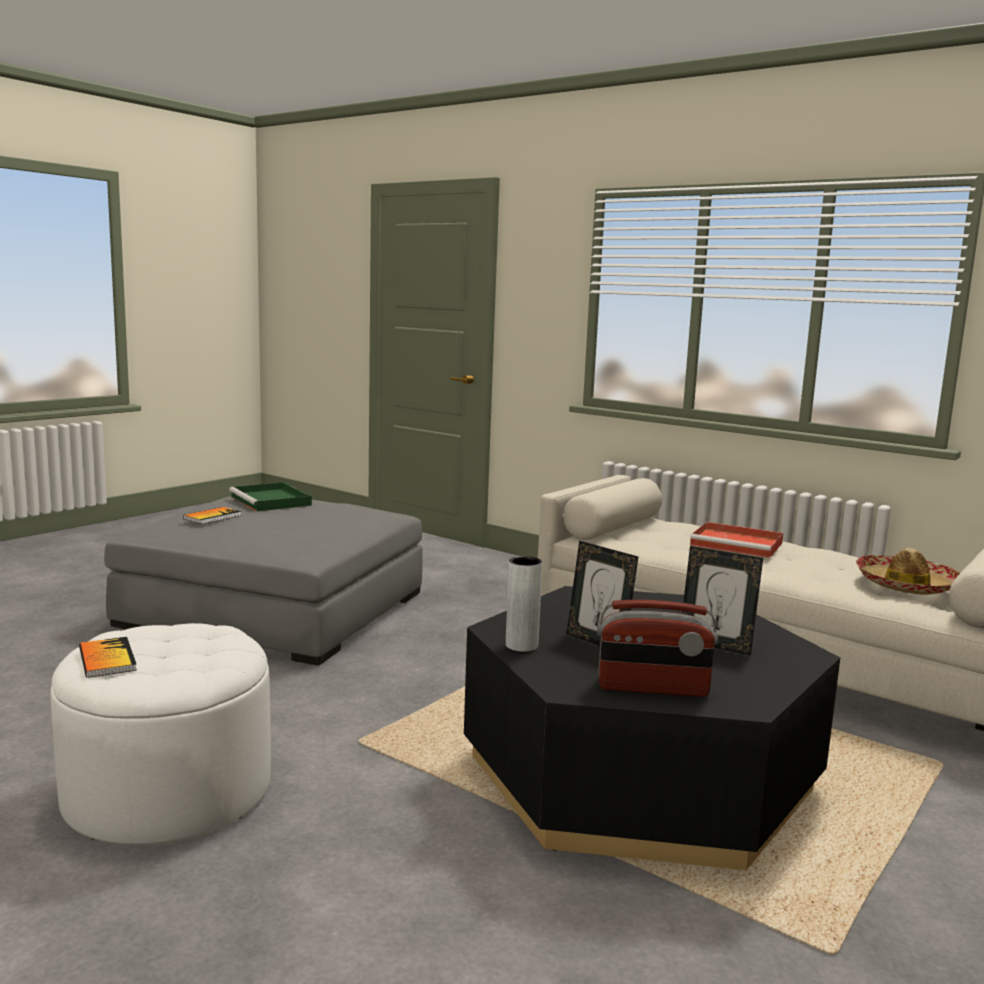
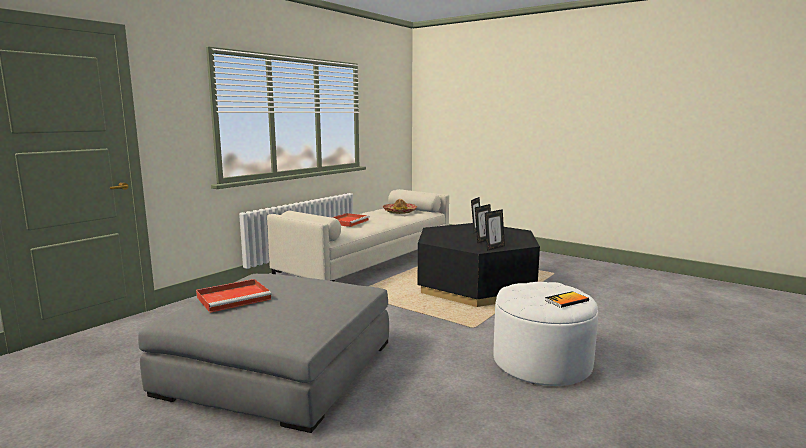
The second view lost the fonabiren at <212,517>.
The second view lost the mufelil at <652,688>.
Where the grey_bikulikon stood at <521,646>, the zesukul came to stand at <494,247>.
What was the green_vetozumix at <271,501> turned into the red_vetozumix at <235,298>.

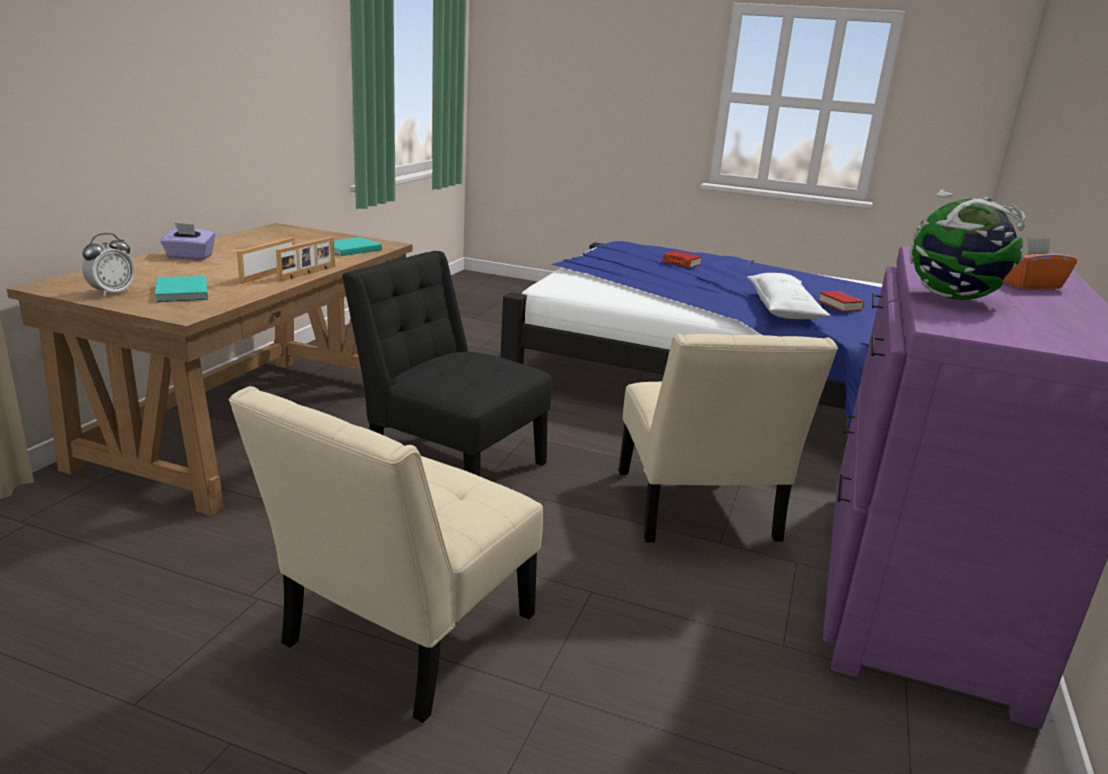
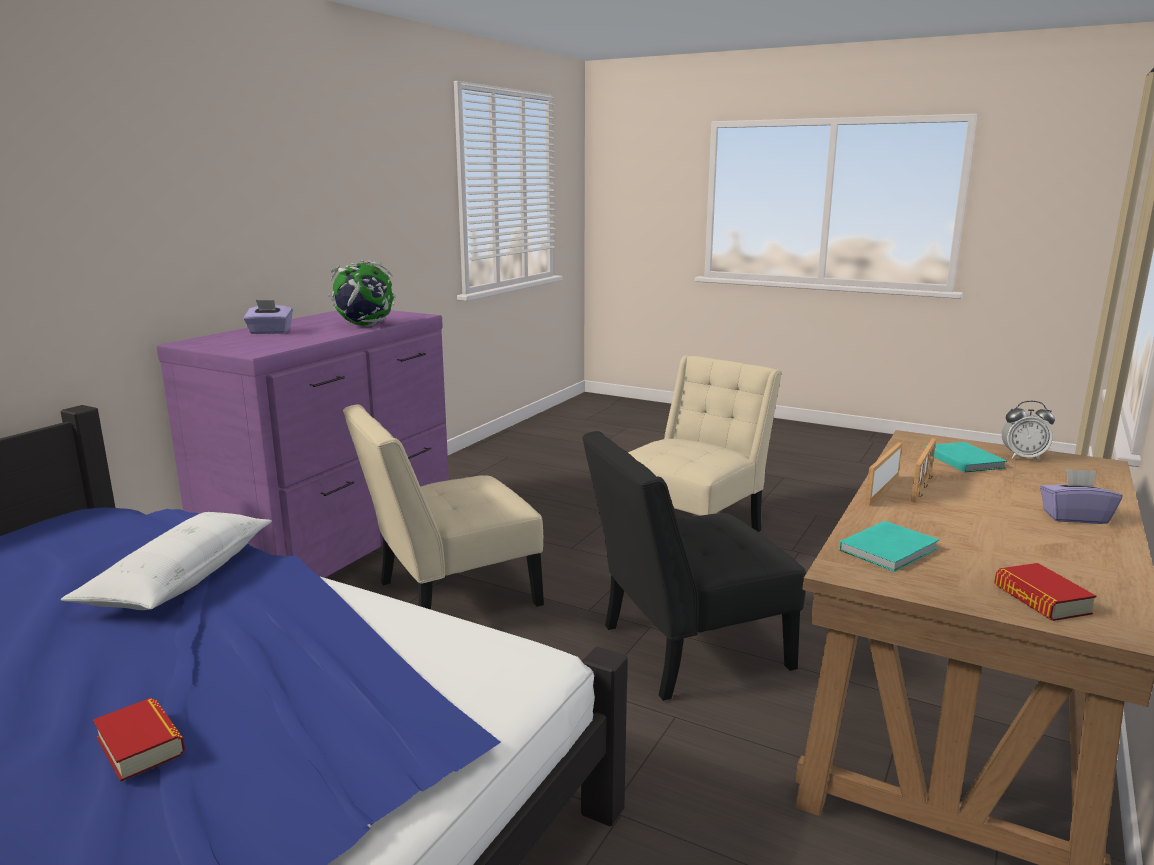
The fonabiren ended up elsewhere, having gone from <840,306> to <1041,599>.
What was the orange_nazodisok at <1029,285> turned into the purple_nazodisok at <270,332>.
The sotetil at <112,293> ended up facing another way, 120 degrees counterclockwise from before.
The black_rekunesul at <450,464> ended up facing another way, 120 degrees clockwise from before.
The beige_rekunesul at <697,511> ended up facing another way, 120 degrees counterclockwise from before.

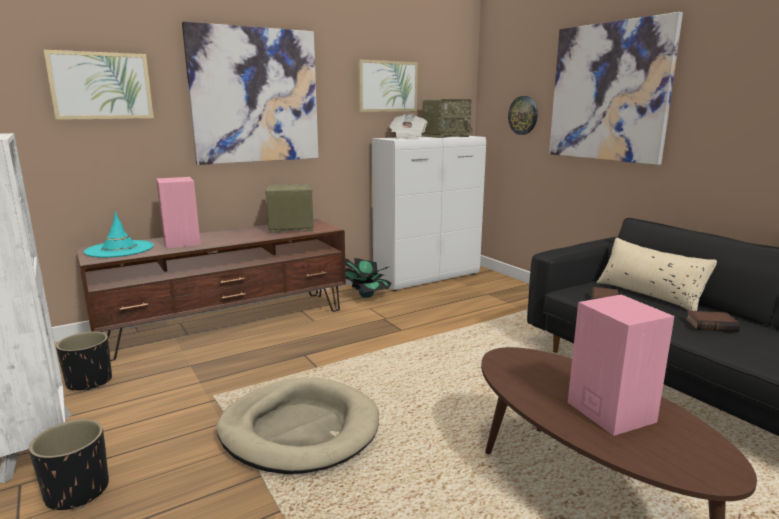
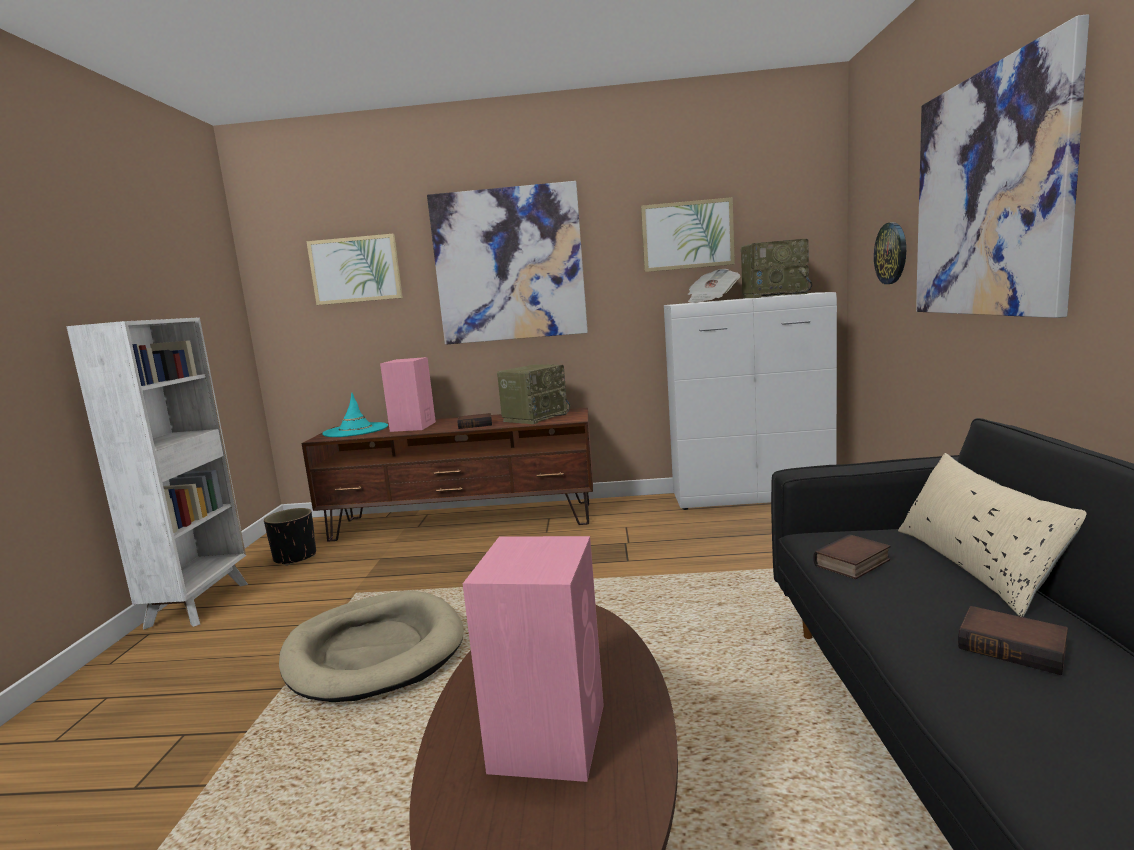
The second view lost the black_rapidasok at <77,491>.
The second view lost the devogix at <366,295>.
The second view gained the fonabiren at <475,424>.
The mufelil at <290,228> ended up facing another way, 105 degrees clockwise from before.

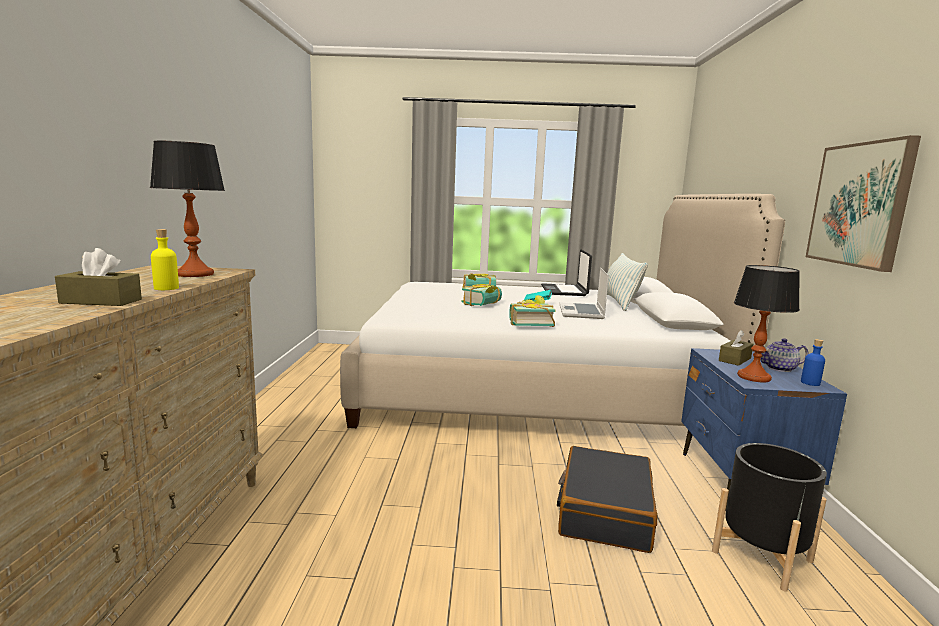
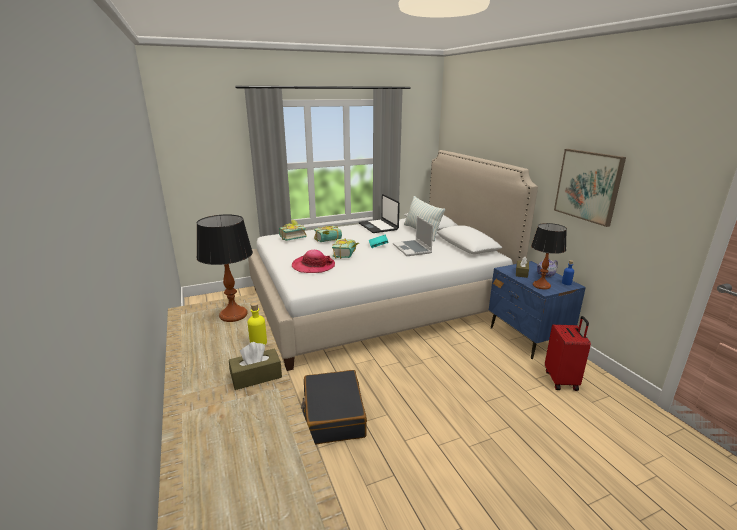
The second view gained the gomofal at <313,266>.
The fonabiren ended up elsewhere, having gone from <529,323> to <292,237>.
The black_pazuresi ended up elsewhere, having gone from <604,511> to <333,415>.
Where the black_rapidasok stood at <762,556>, the red_pazuresi came to stand at <562,380>.

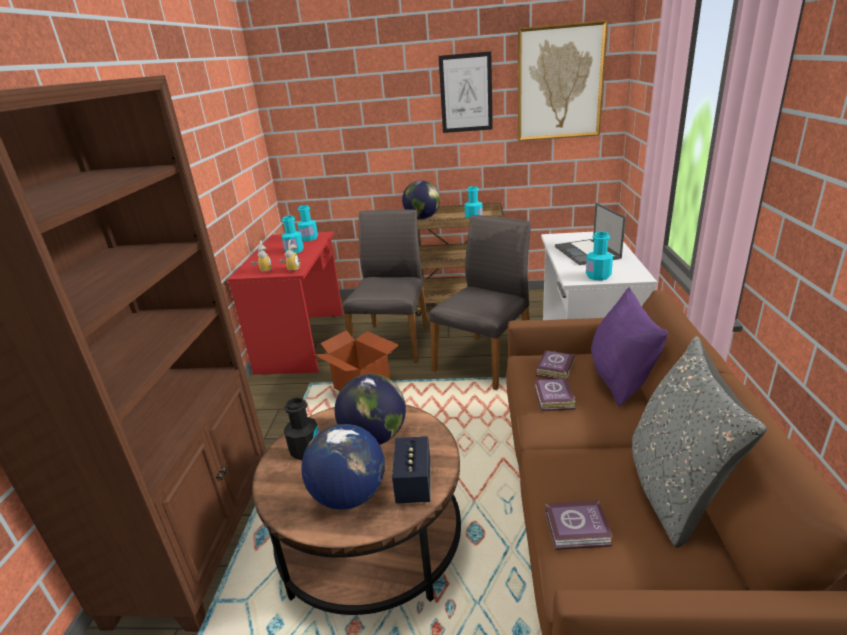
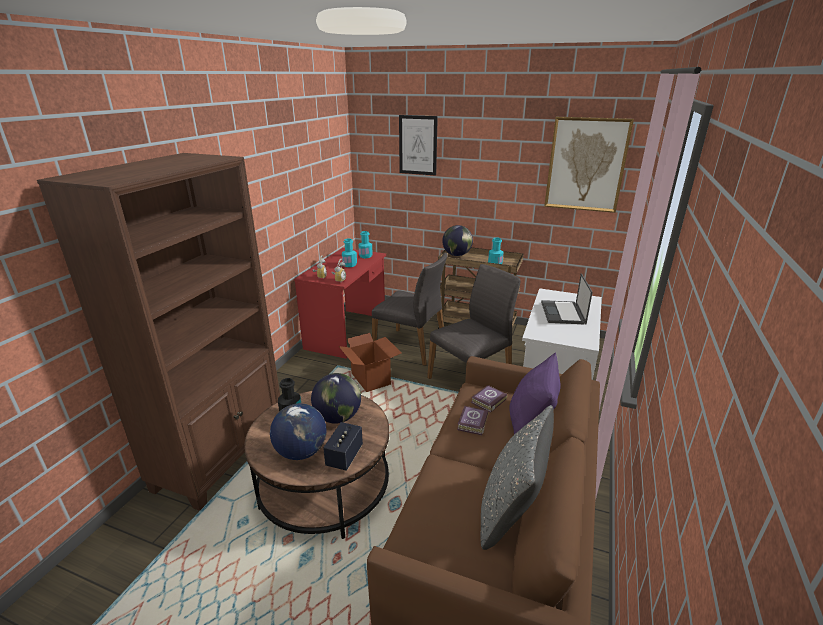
The second view lost the fonabiren at <579,530>.
The second view lost the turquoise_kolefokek at <598,276>.
The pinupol ended up elsewhere, having gone from <466,93> to <418,145>.
The grey_rekunesul at <393,341> ended up facing another way, 90 degrees clockwise from before.

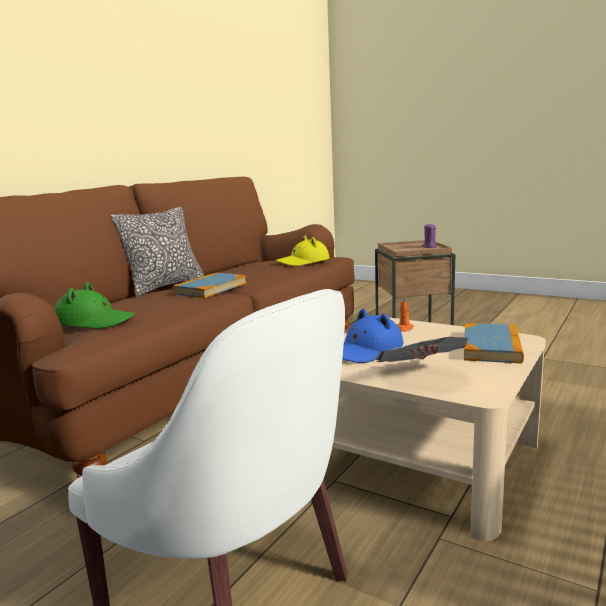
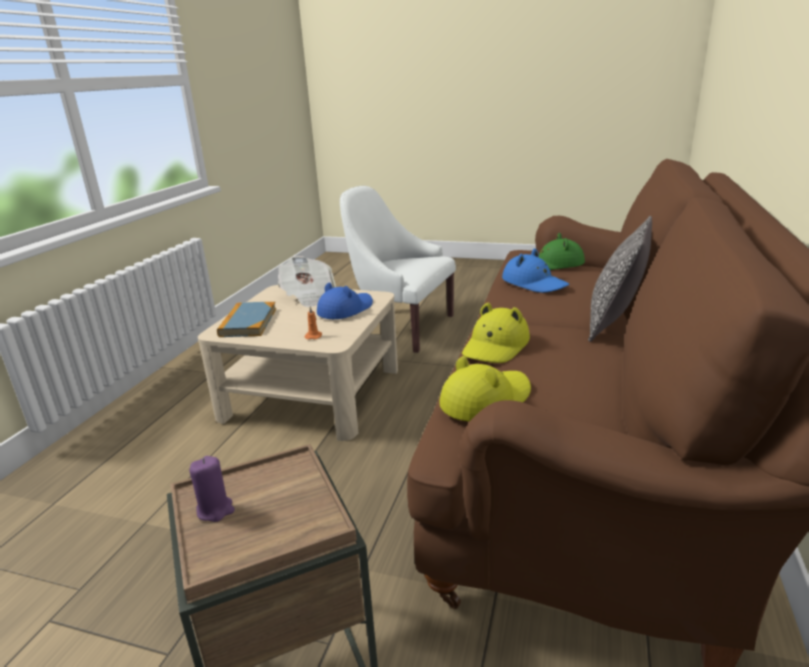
The second view lost the fonabiren at <210,288>.
The second view gained the yellow_gomofal at <496,346>.
The second view gained the blue_gomofal at <534,283>.

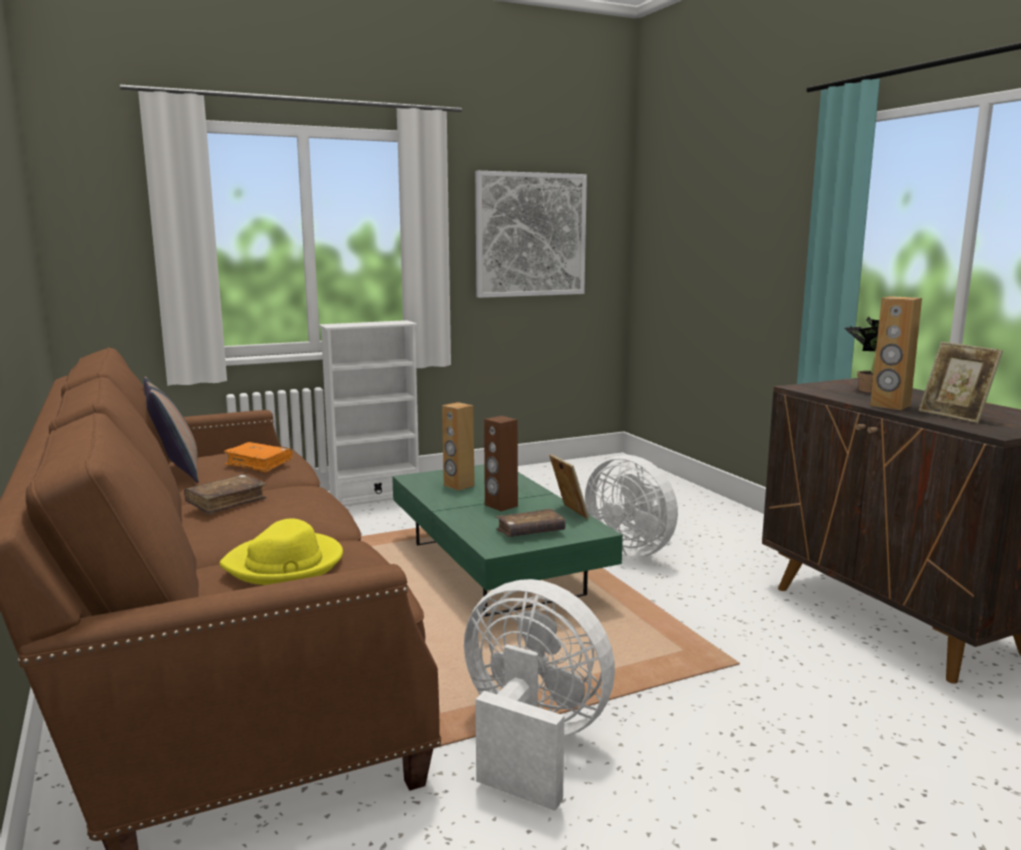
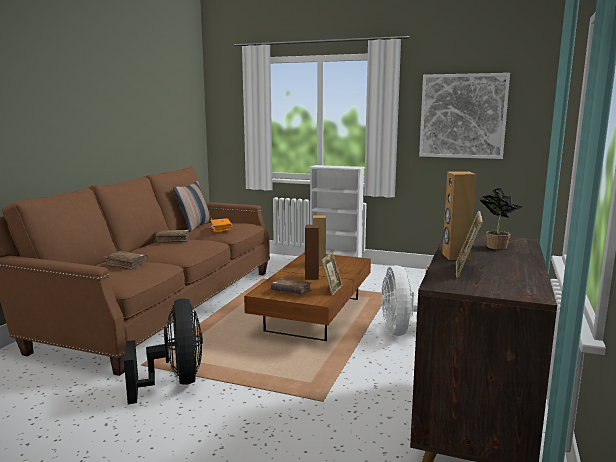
Where the yellow_gomofal stood at <285,564>, the brown_fonabiren came to stand at <126,264>.
What was the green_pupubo at <494,569> turned into the brown_pupubo at <313,314>.
What was the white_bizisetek at <531,743> turned into the black_bizisetek at <175,382>.

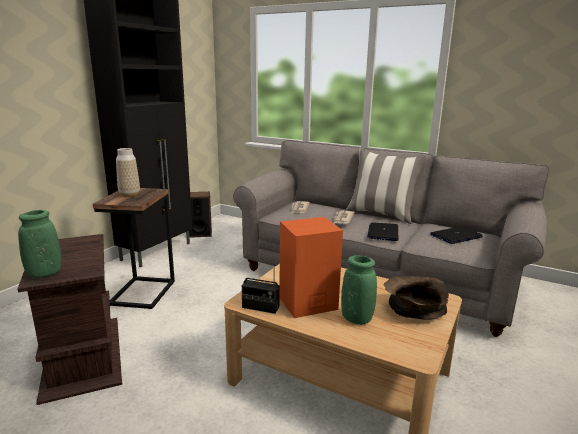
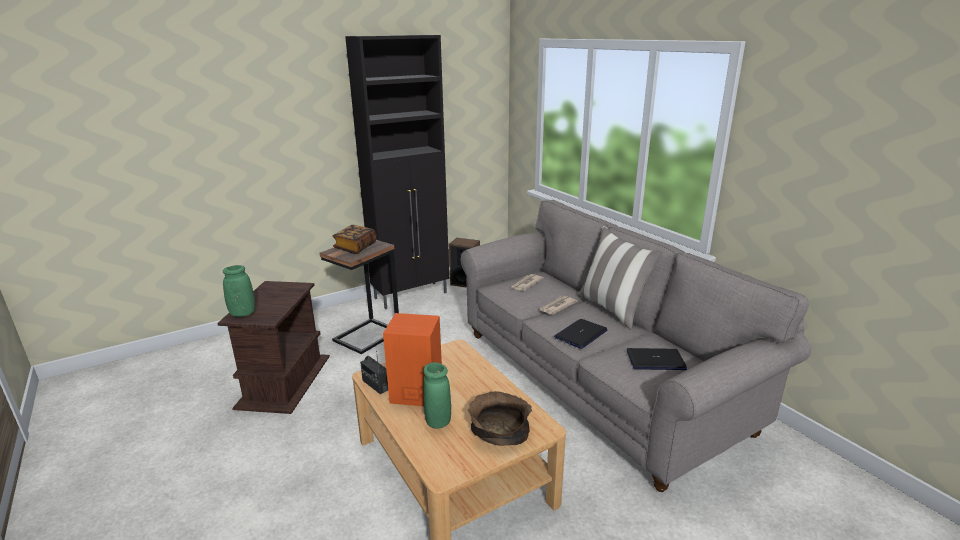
Where the bikulikon stood at <129,195>, the fonabiren came to stand at <355,247>.

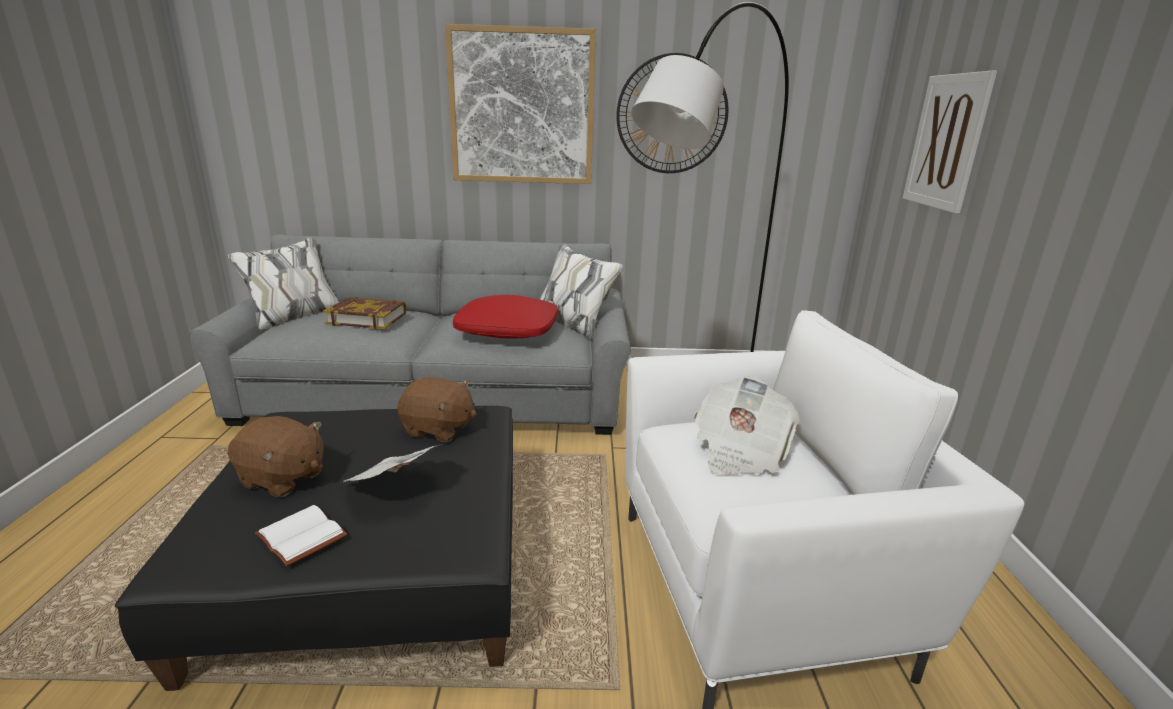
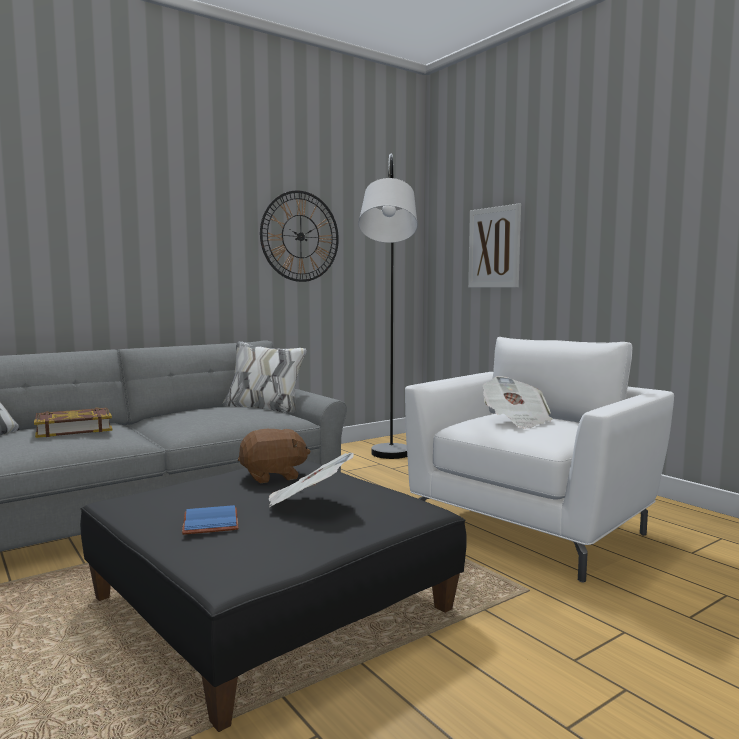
The second view lost the white_fonabiren at <298,537>.
The second view lost the pinupol at <522,107>.
The second view lost the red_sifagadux at <508,329>.
Where the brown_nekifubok stood at <282,479>, the blue_fonabiren came to stand at <208,522>.

